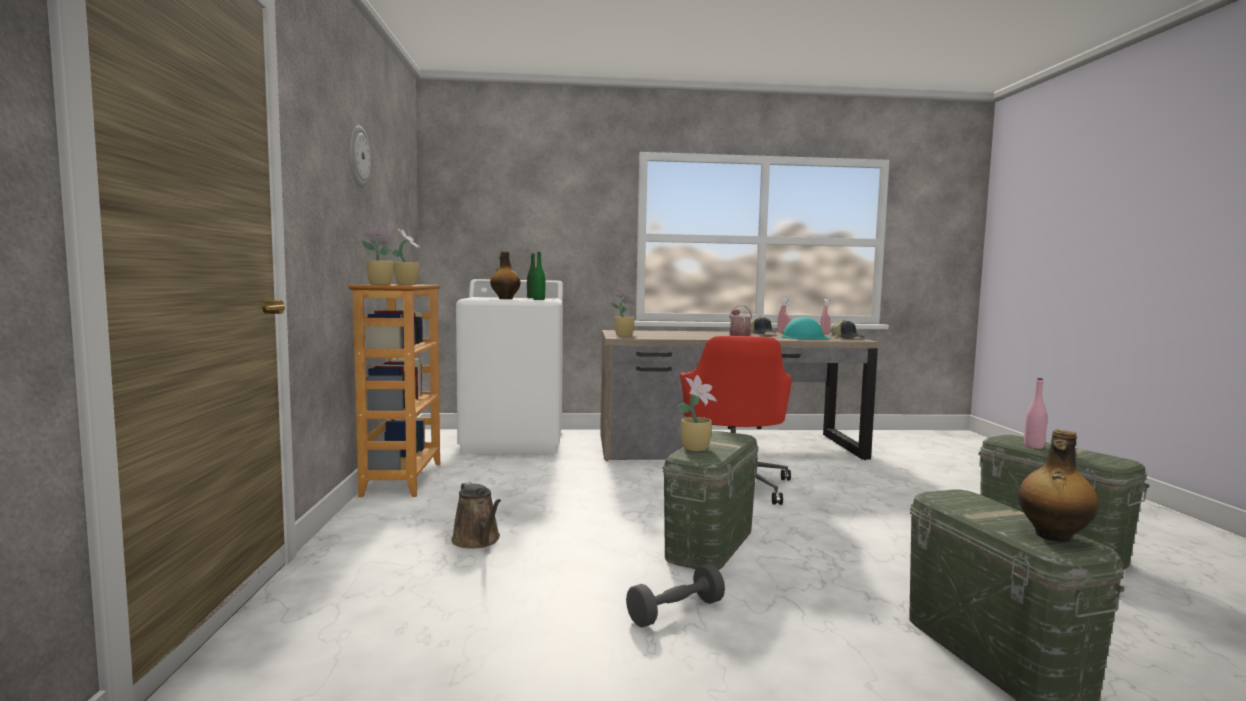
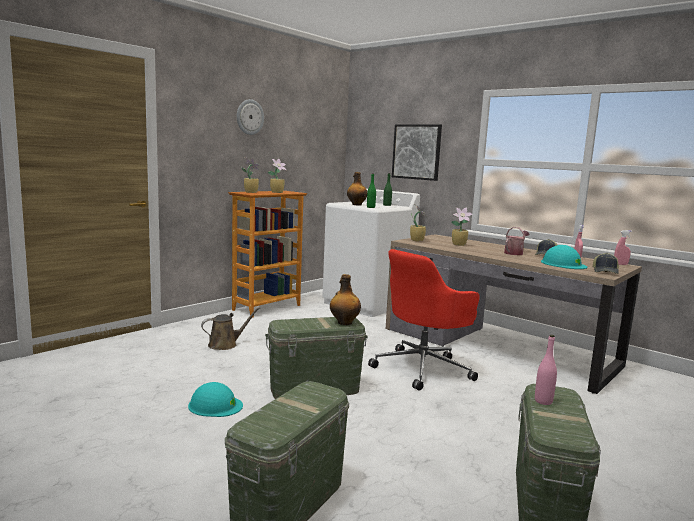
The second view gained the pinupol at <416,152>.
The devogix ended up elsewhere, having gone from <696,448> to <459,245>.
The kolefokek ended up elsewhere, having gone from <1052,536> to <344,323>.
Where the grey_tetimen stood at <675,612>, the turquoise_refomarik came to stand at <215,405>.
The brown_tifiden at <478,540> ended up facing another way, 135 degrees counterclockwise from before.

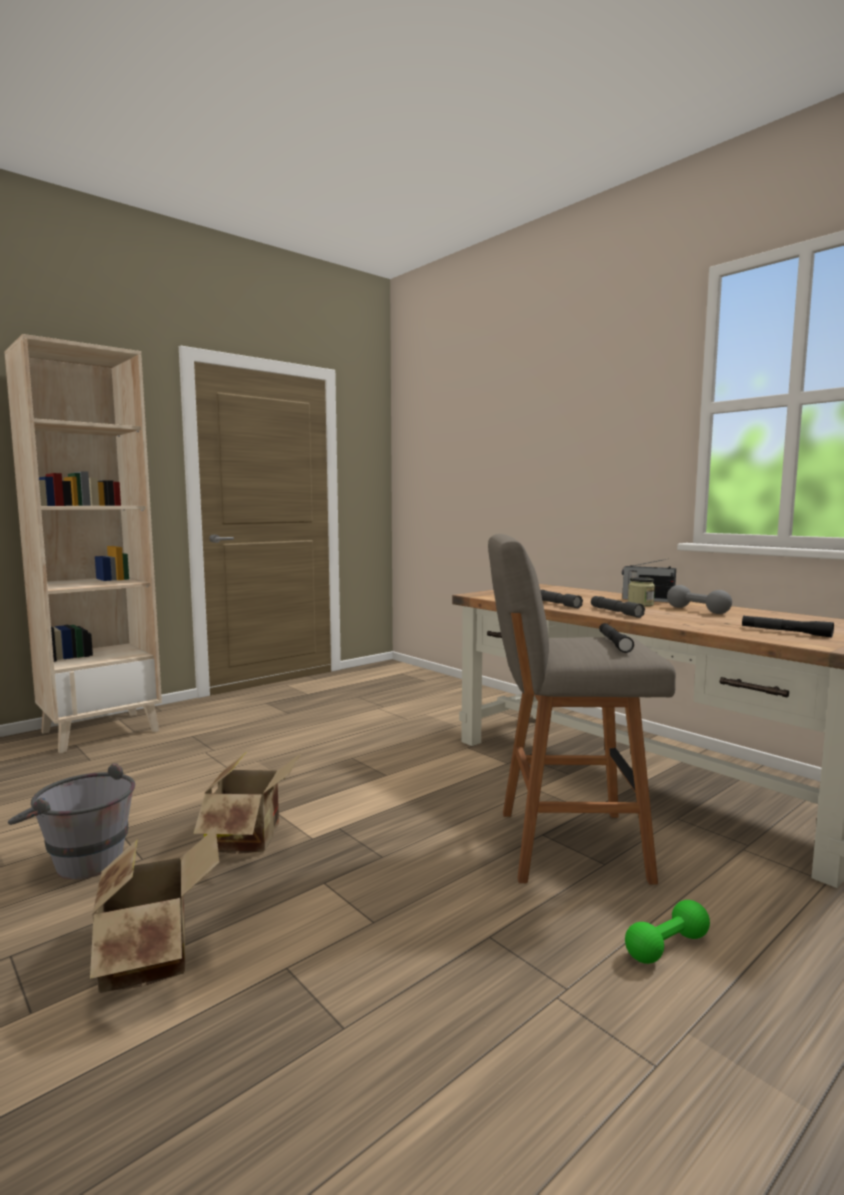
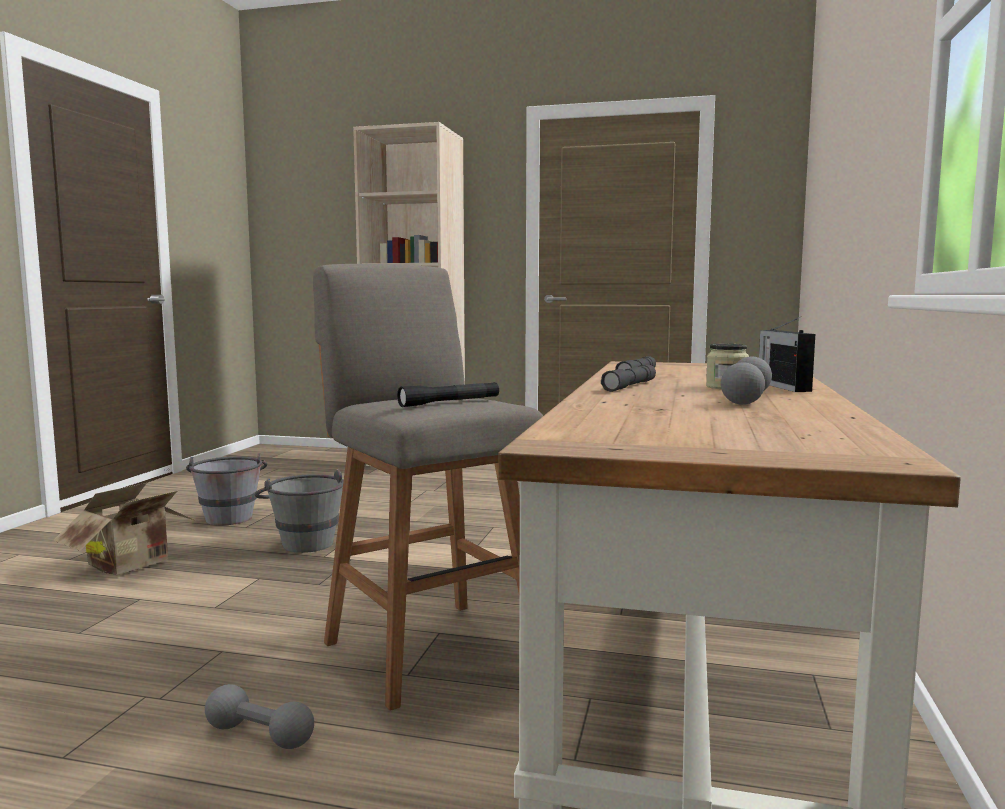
The second view lost the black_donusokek at <785,632>.
Where the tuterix stood at <251,838>, the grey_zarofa came to stand at <303,541>.
What was the green_tetimen at <667,946> turned into the grey_tetimen at <259,735>.

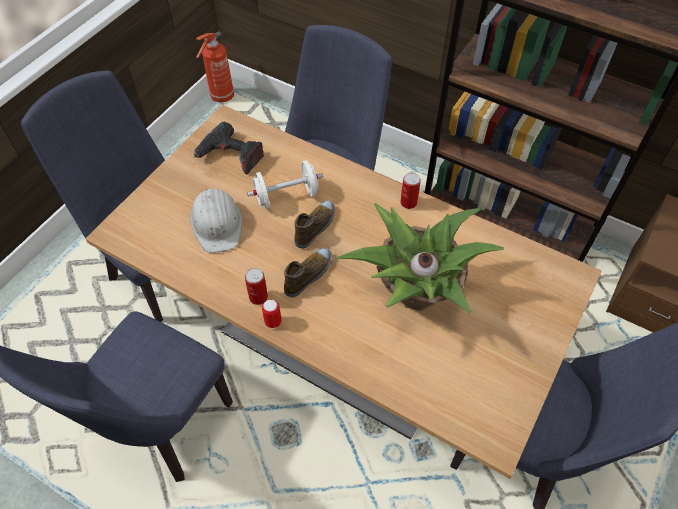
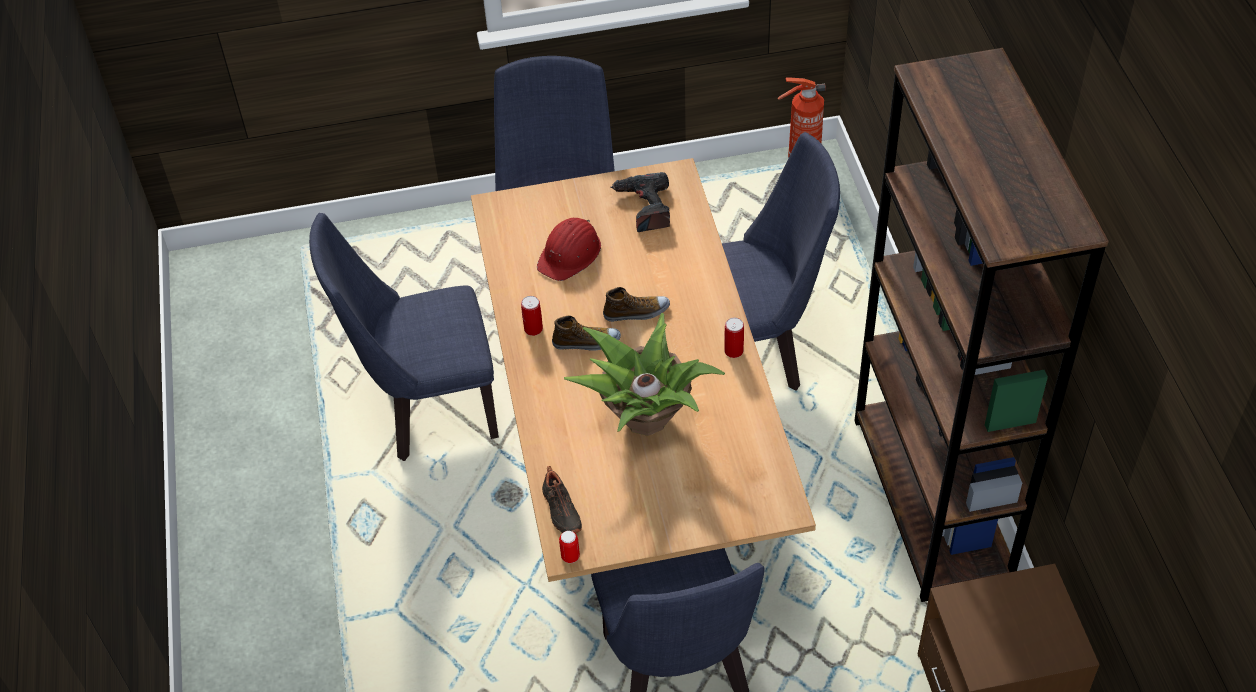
The second view lost the white_tetimen at <286,196>.
The second view gained the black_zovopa at <560,510>.
The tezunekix ended up elsewhere, having gone from <273,322> to <570,556>.
What was the white_refomarik at <217,223> turned into the red_refomarik at <570,254>.

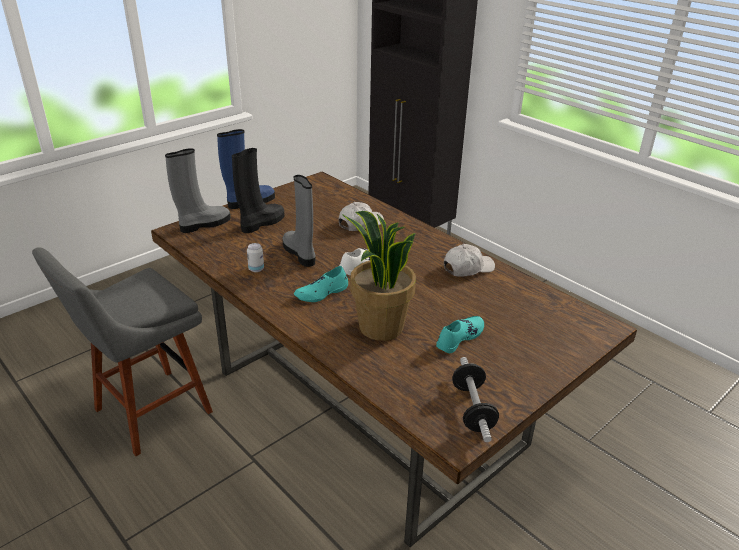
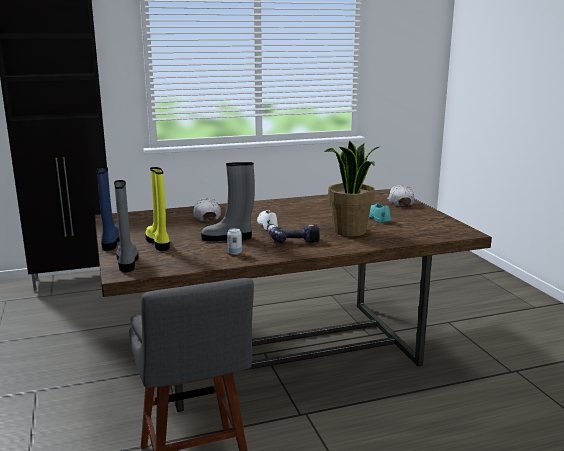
The second view lost the tetimen at <473,409>.
The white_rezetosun ended up elsewhere, having gone from <467,268> to <400,202>.
Where the turquoise_zovopa stood at <321,293>, the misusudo came to stand at <292,239>.
What was the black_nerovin at <261,223> turned into the yellow_nerovin at <159,243>.

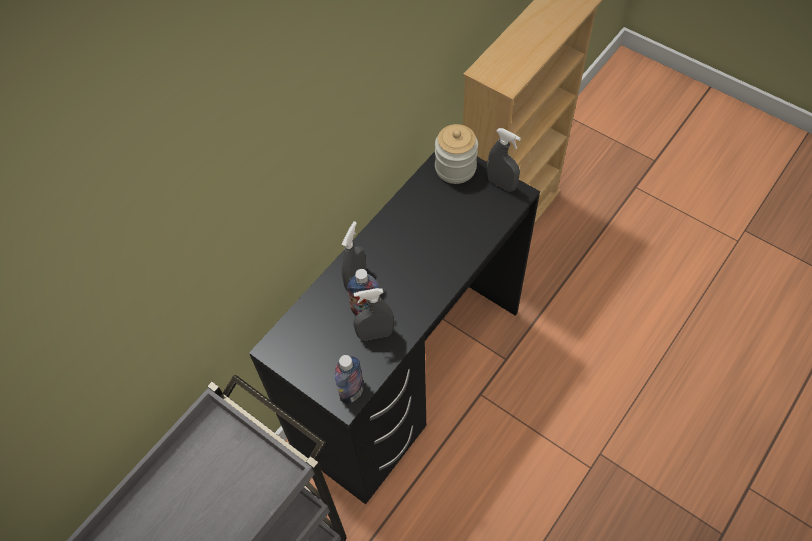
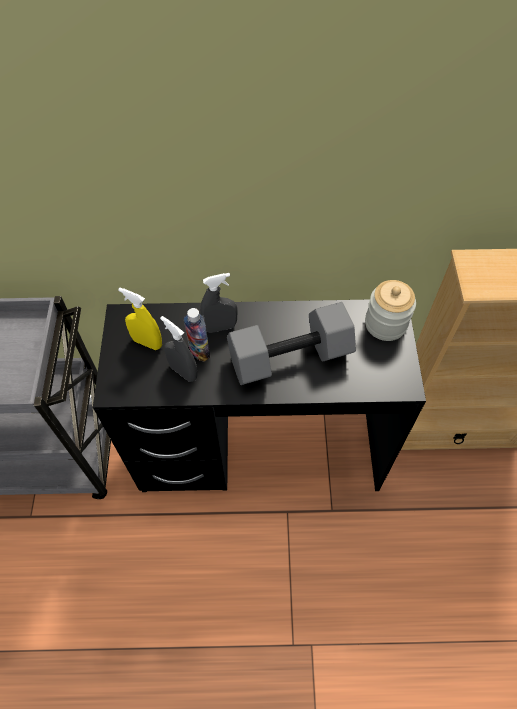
The second view lost the kolefokek at <352,392>.
The second view lost the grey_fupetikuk at <501,184>.
The second view gained the yellow_fupetikuk at <147,342>.
The second view gained the grey_tetimen at <290,355>.

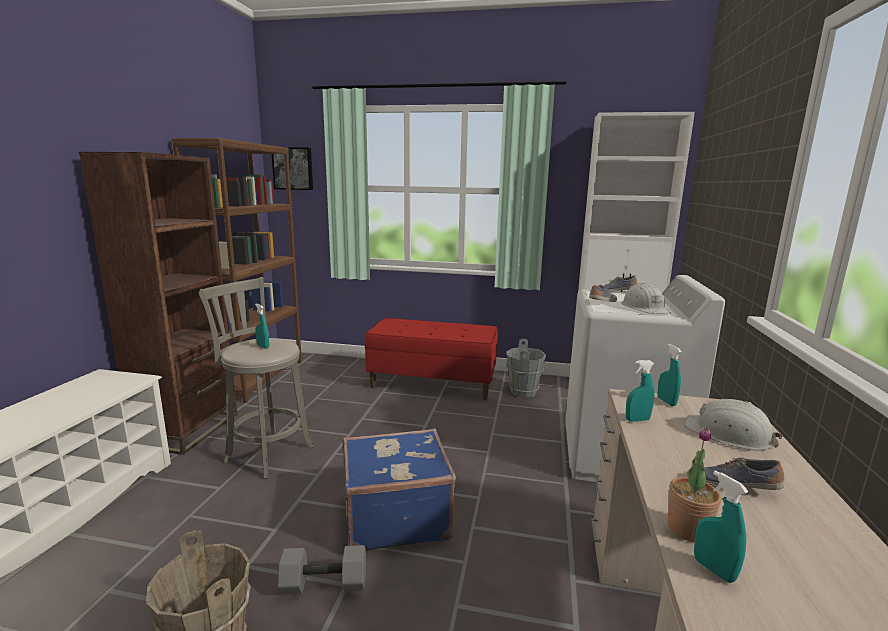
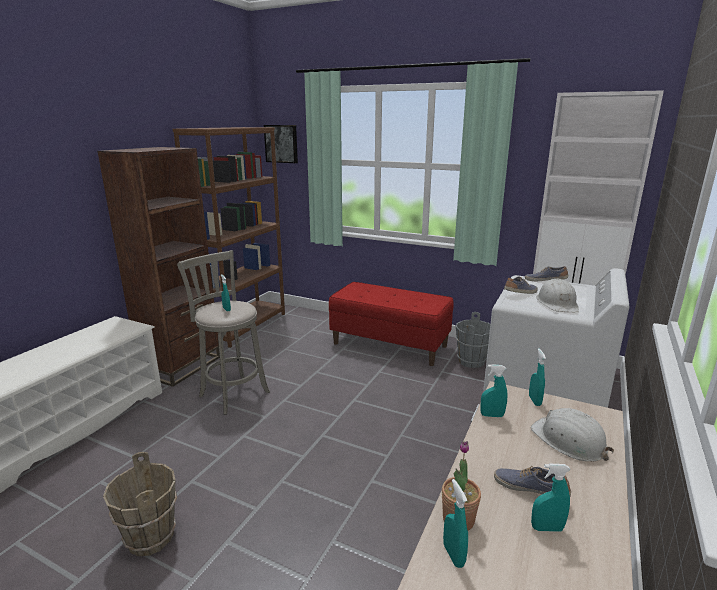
The second view lost the grey_tetimen at <323,585>.
The second view lost the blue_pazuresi at <394,516>.
The second view gained the turquoise_fupetikuk at <547,528>.

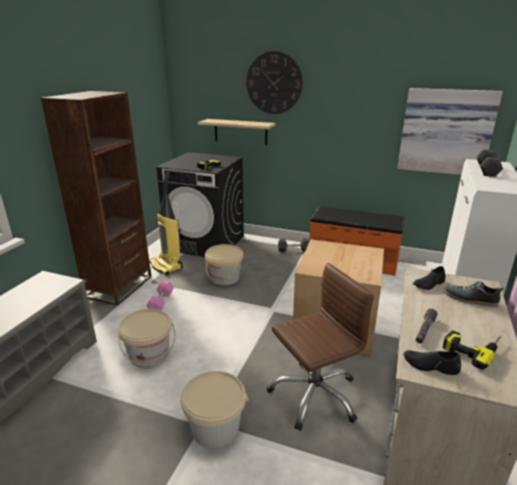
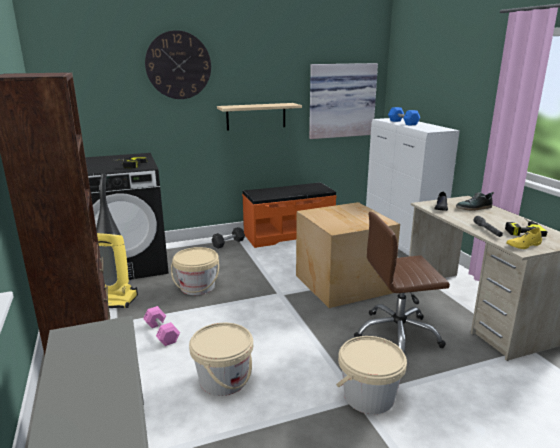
The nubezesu ended up elsewhere, having gone from <240,132> to <256,116>.
What was the black_zovopa at <430,365> turned into the yellow_zovopa at <523,245>.
What was the grey_tetimen at <487,170> turned into the blue_tetimen at <403,123>.
The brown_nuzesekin at <314,394> ended up facing another way, 120 degrees counterclockwise from before.

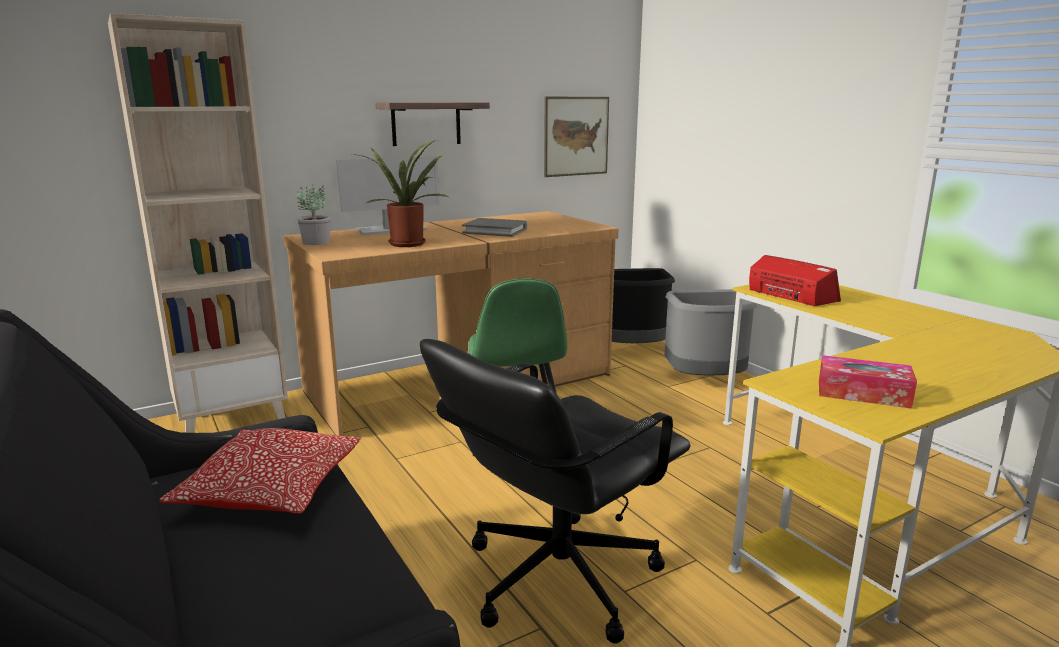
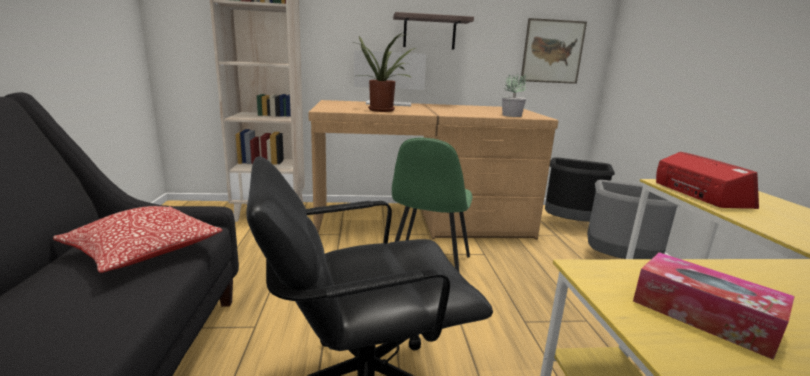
The second view lost the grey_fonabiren at <495,231>.
The devogix ended up elsewhere, having gone from <316,242> to <512,115>.

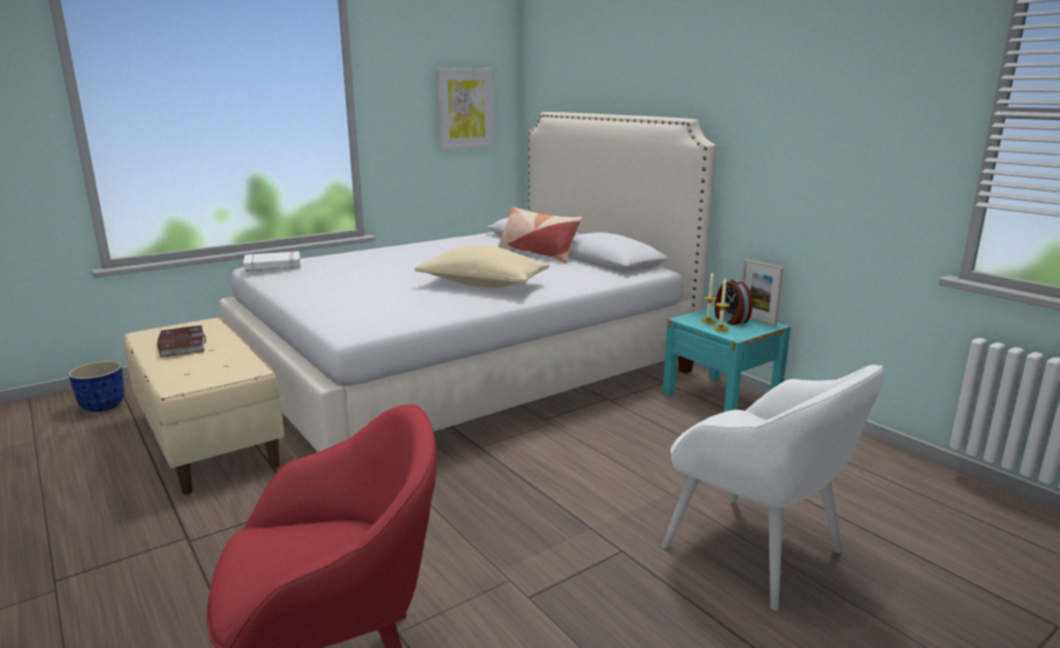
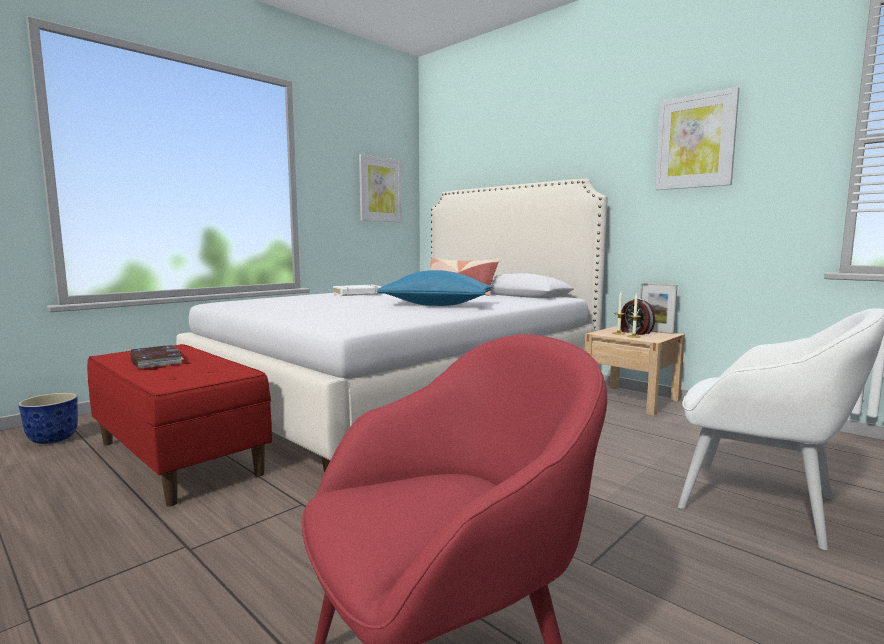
The second view gained the pinupol at <695,142>.
The white_fonabiren ended up elsewhere, having gone from <273,266> to <357,294>.
What was the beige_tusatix at <209,439> turned into the red_tusatix at <179,458>.
What was the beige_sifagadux at <483,285> turned into the blue_sifagadux at <436,305>.
What was the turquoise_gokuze at <721,398> turned into the beige_gokuze at <631,400>.

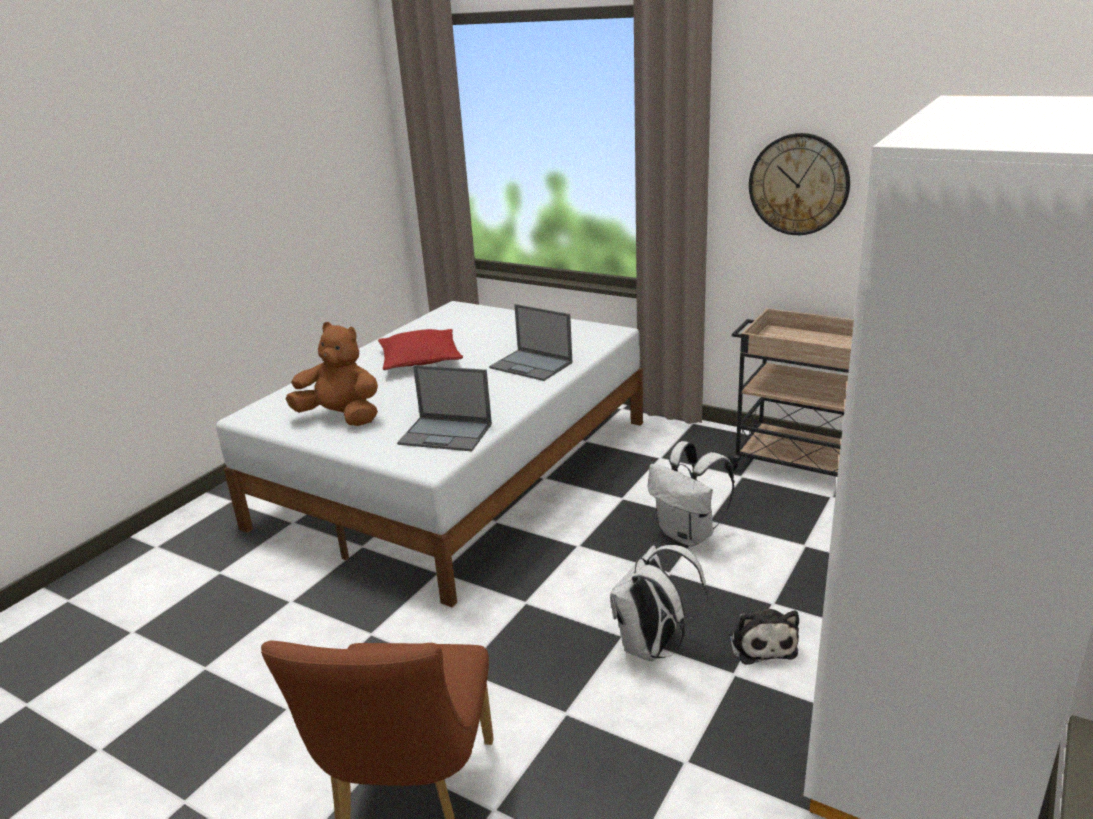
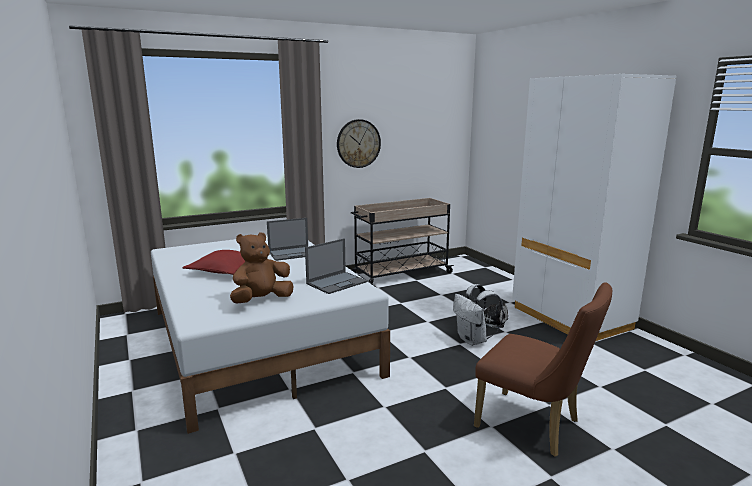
The second view lost the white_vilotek at <689,535>.

